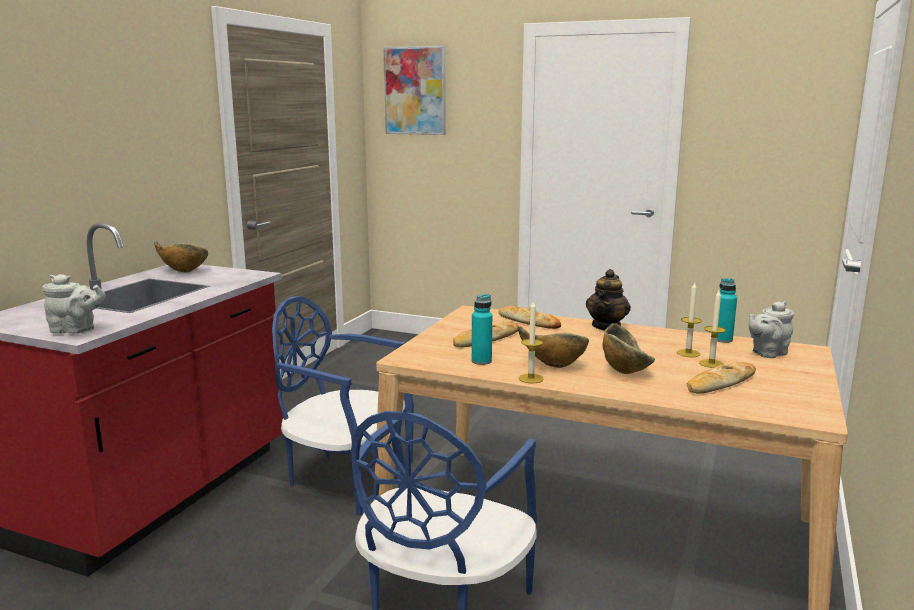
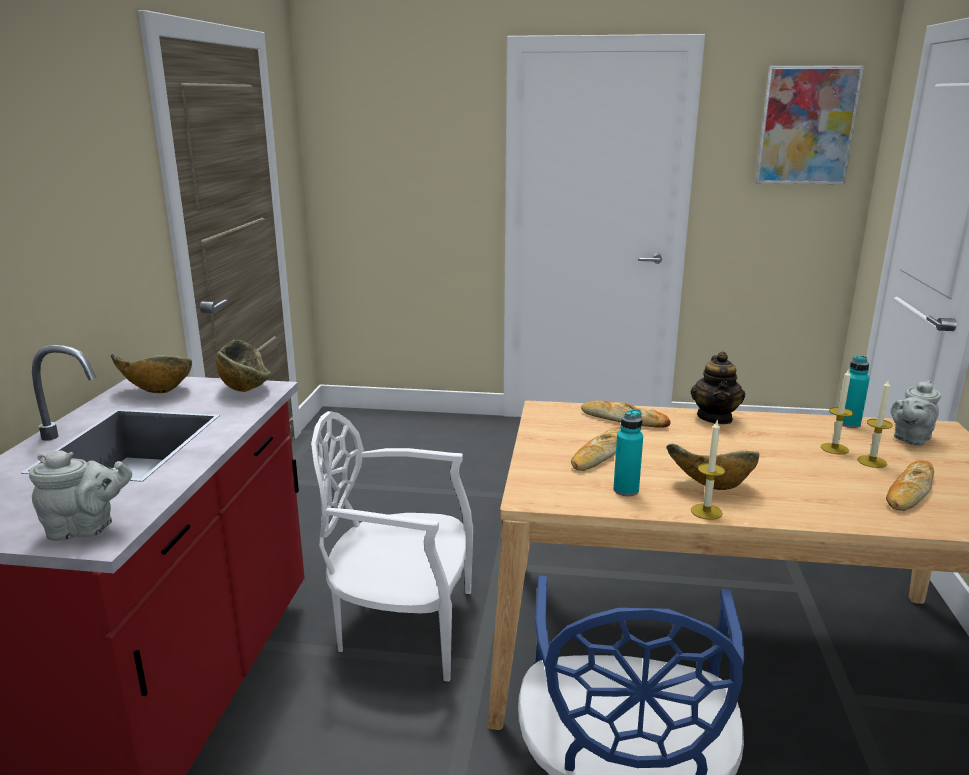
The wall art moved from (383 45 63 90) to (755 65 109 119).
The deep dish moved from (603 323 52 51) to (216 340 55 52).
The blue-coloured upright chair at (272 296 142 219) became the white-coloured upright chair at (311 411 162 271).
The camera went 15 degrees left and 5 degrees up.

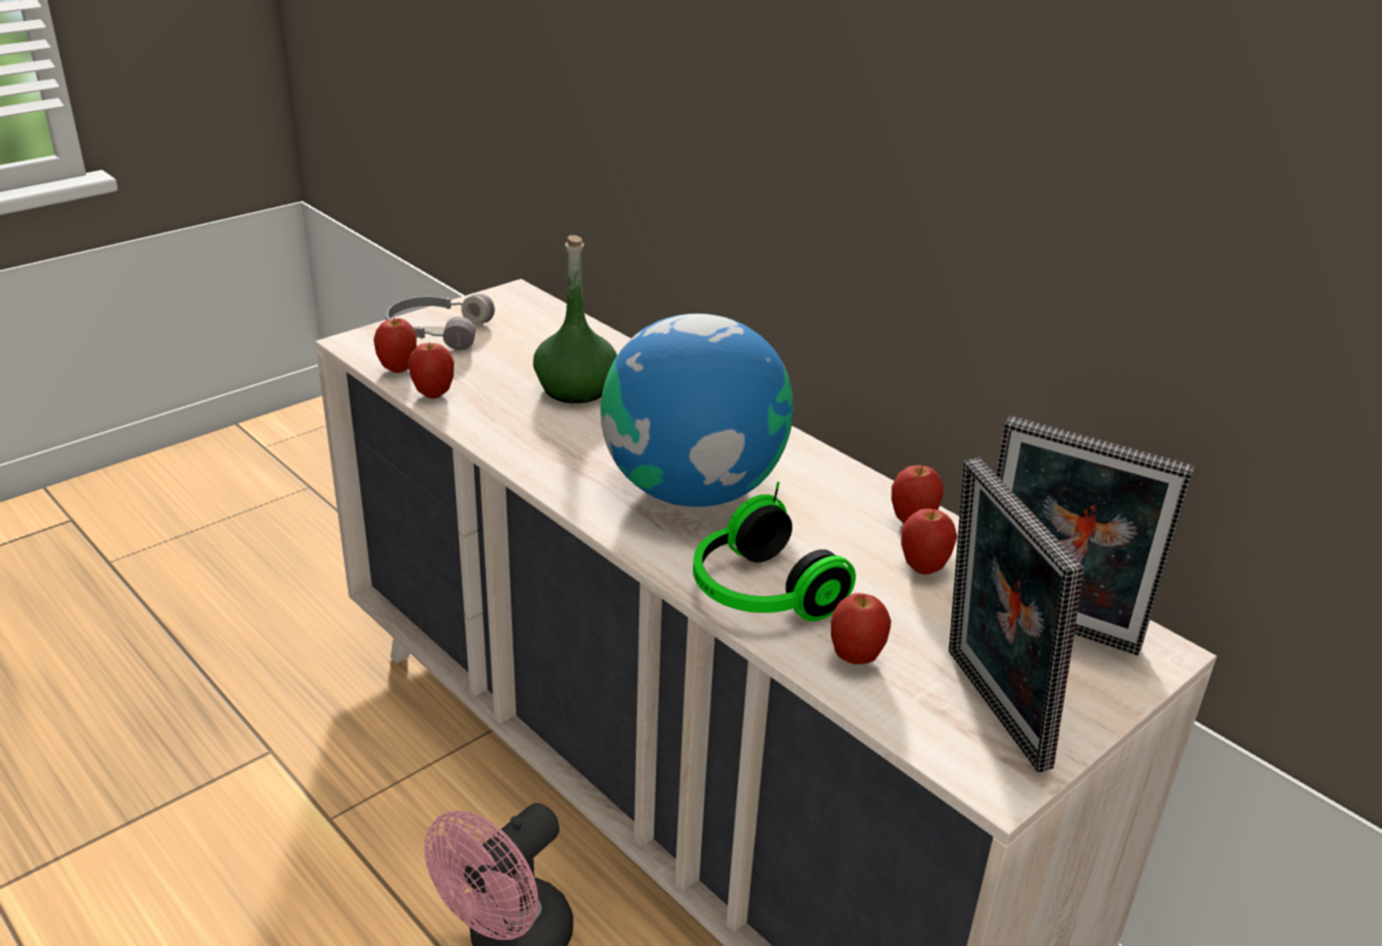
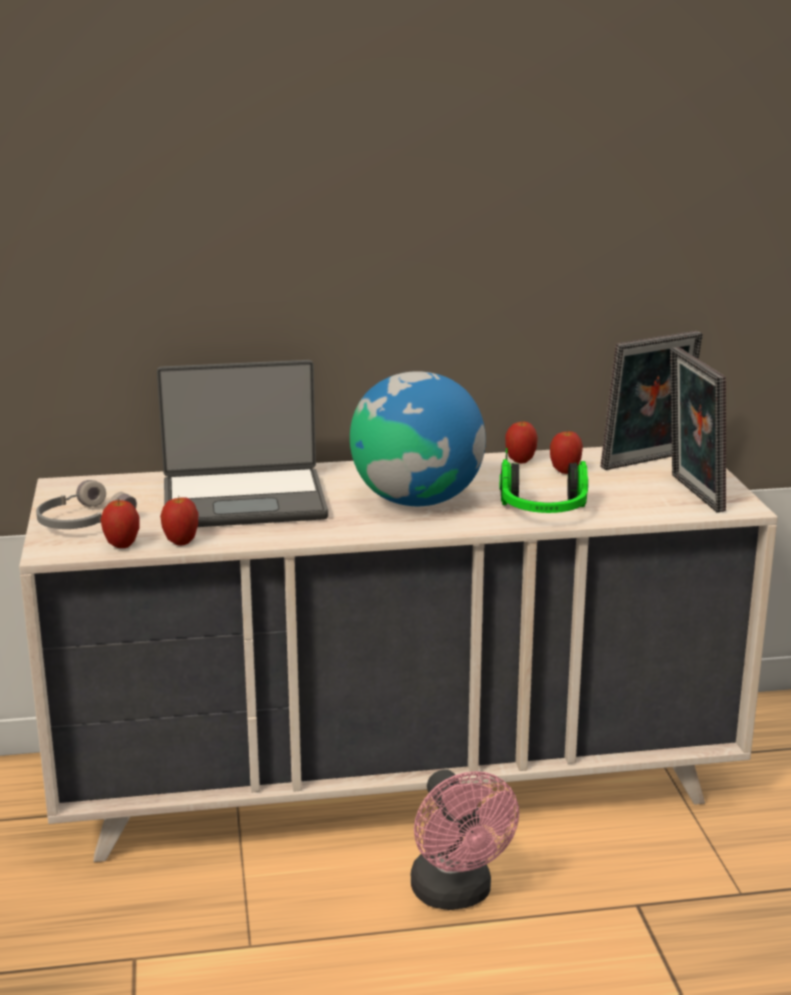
The apple at (831 593 60 71) disappeared.
The green beverage bottle at (533 235 84 168) was replaced by the laptop at (157 360 171 167).
The photo frame at (949 457 135 315) turned 60 degrees clockwise.
The camera went 55 degrees left and 10 degrees down.

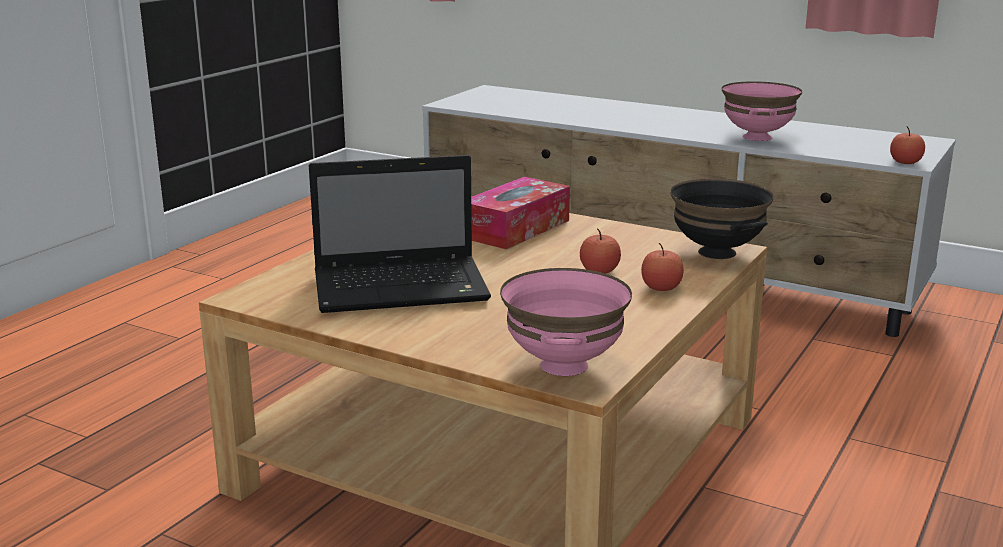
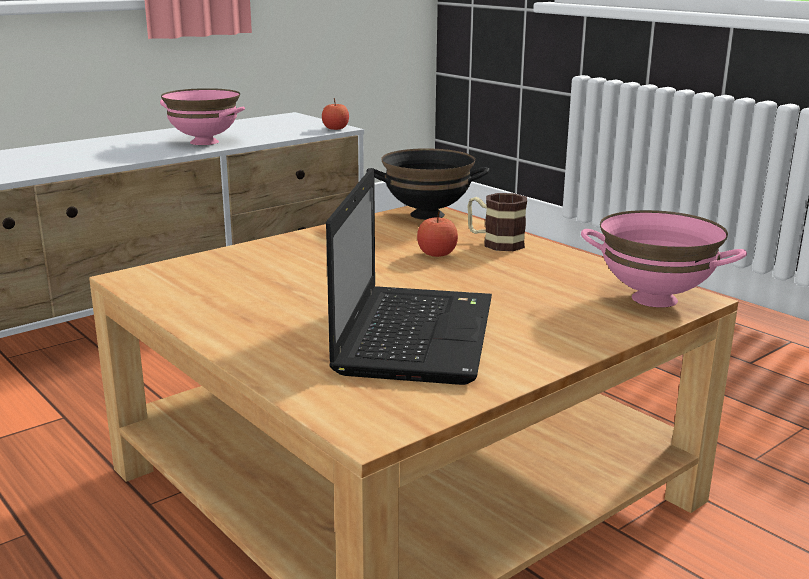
The tissue holder at (471 177 99 72) disappeared.
The apple at (641 243 43 48) was replaced by the coffee mug at (467 193 60 58).
The camera went 70 degrees left and 0 degrees up.

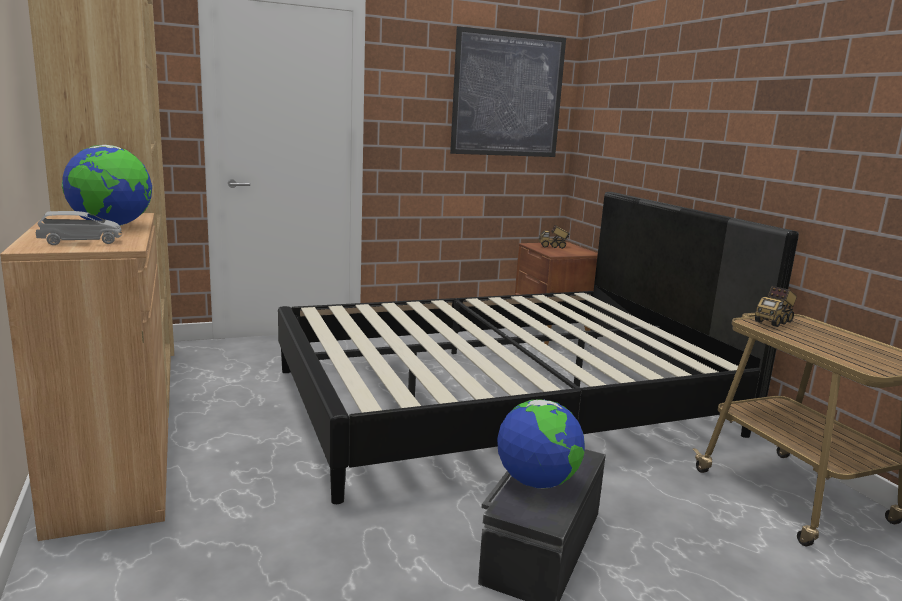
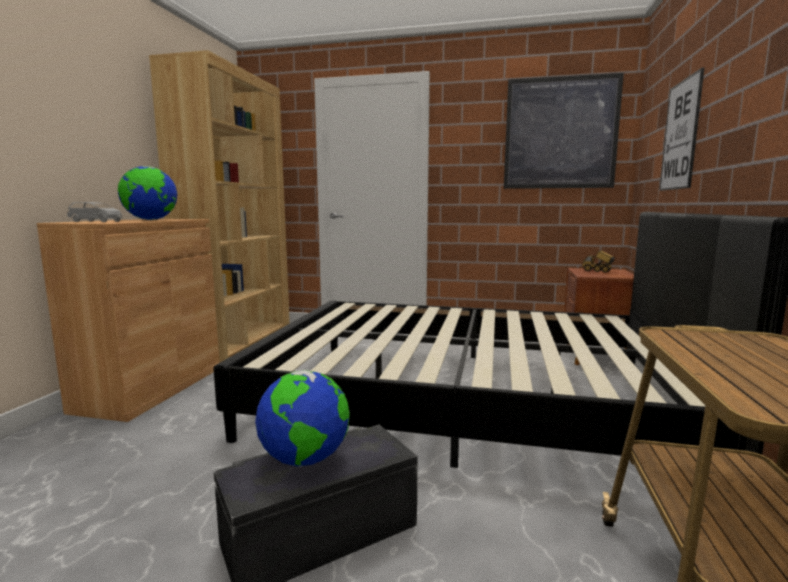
The toy truck at (755 286 42 41) disappeared.
The wall art at (659 67 46 124) appeared.
The camera went 35 degrees right and 5 degrees down.

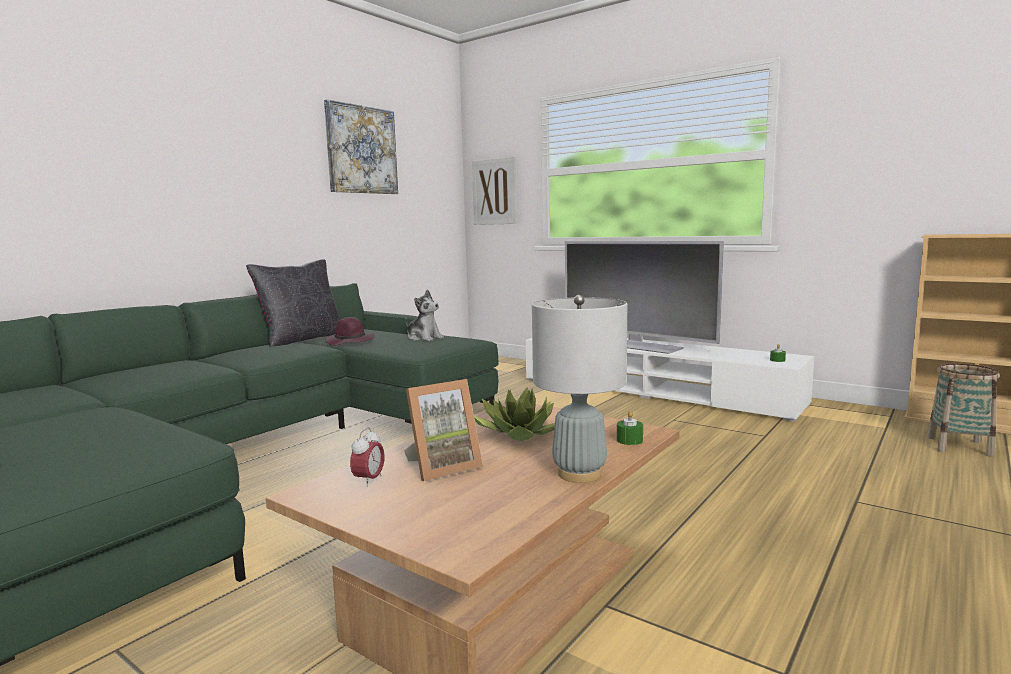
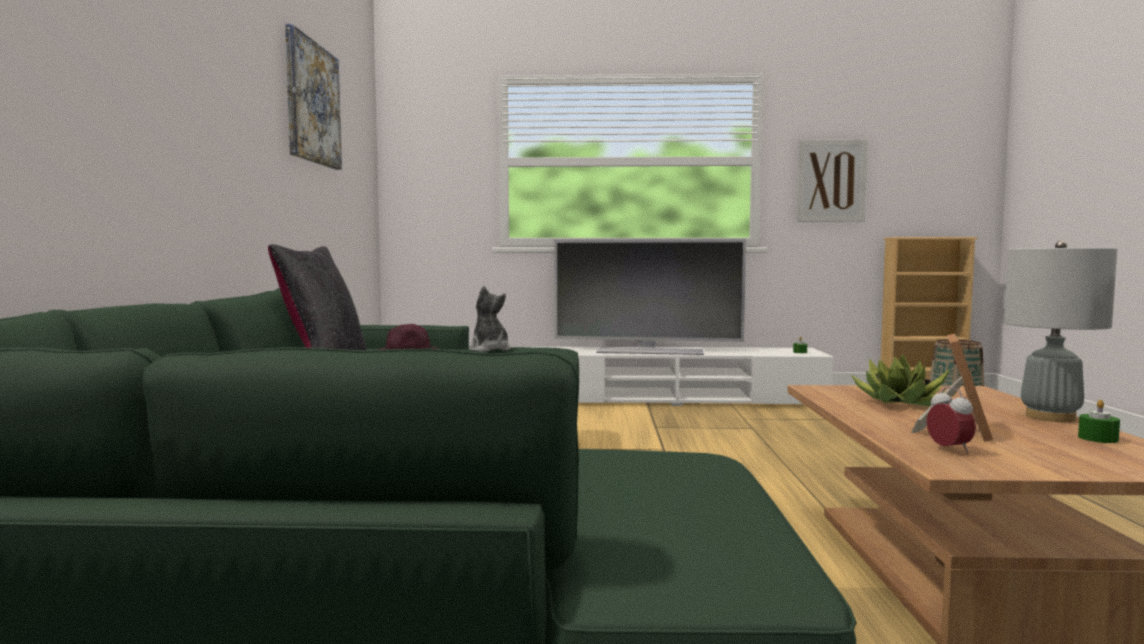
The wall art moved from (472 157 45 68) to (797 140 71 82).
The green candle moved from (617 411 26 34) to (1078 400 42 43).
The plush toy at (405 289 39 52) turned 120 degrees counterclockwise.
The camera went 35 degrees left and 5 degrees down.

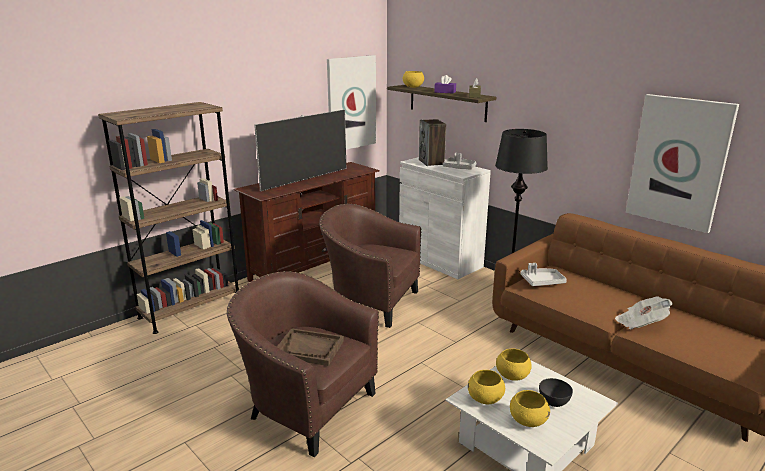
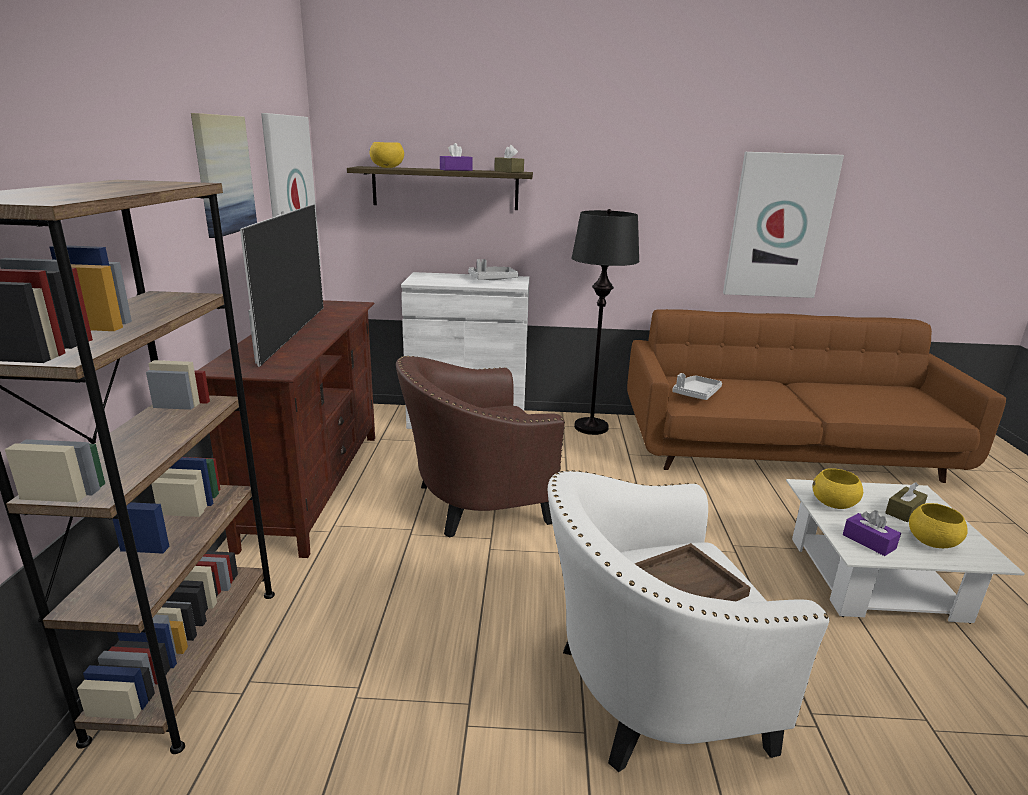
The speaker at (419 119 27 47) disappeared.
The daily paper at (615 297 58 32) disappeared.
The wall art at (191 113 66 125) appeared.
The yellow deep dish at (468 370 37 34) was replaced by the purplish tissue holder at (843 510 58 46).
The greyish deep dish at (539 378 34 29) was replaced by the brown tissue holder at (885 482 43 40).
The brown easy chair at (227 271 152 186) became the white-coloured easy chair at (548 470 282 302).
The camera went 45 degrees left and 0 degrees up.

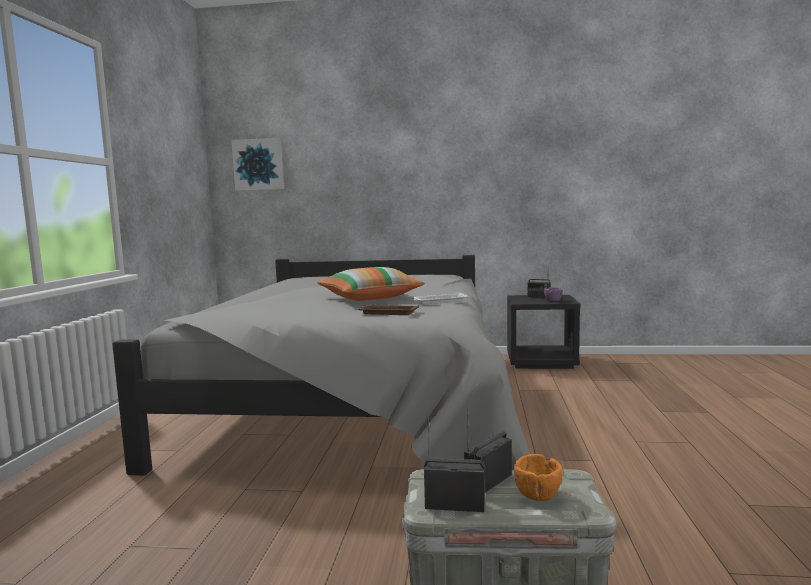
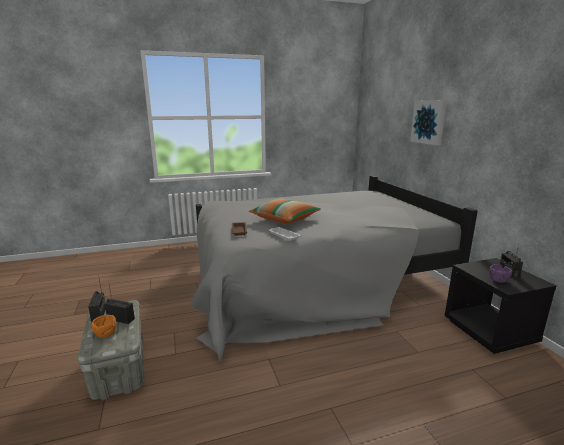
The wall art moved from (232 138 52 53) to (410 100 37 46).
The camera went 65 degrees right and 10 degrees up.

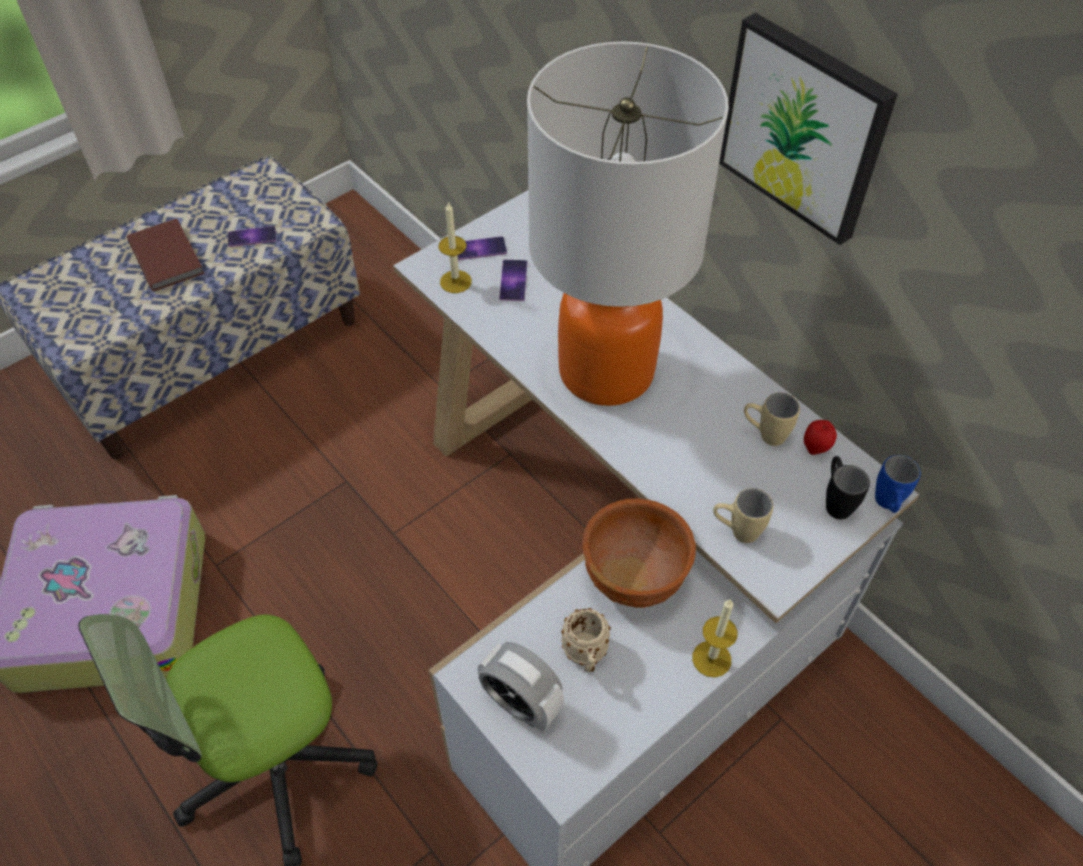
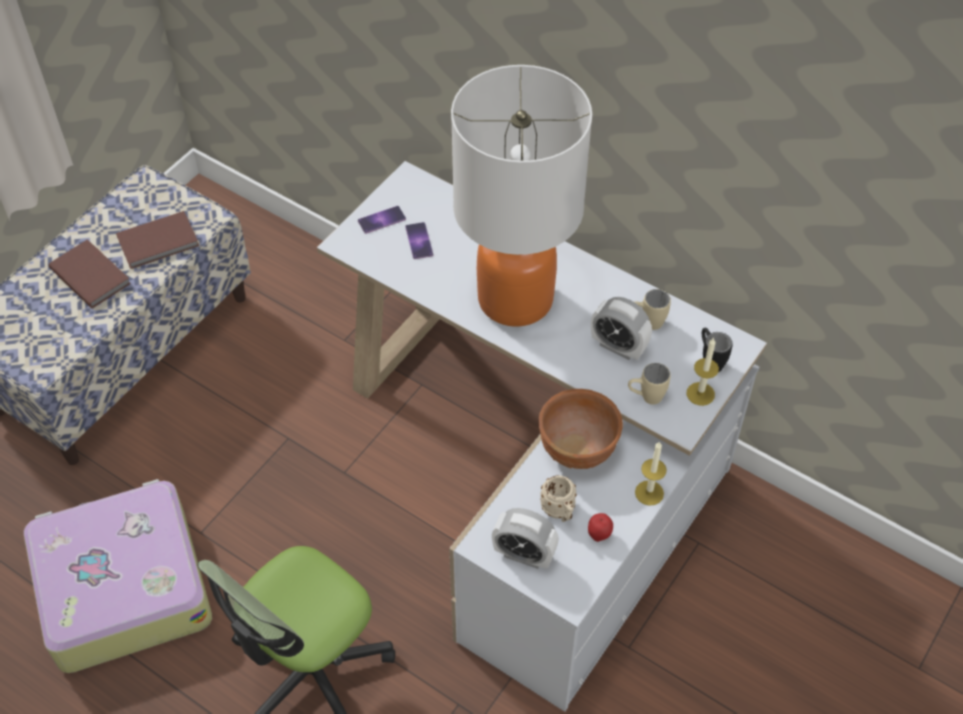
The wall art at (719 13 179 232) disappeared.
The blue-coloured coffee mug at (875 455 46 58) disappeared.
The alarm clock at (591 297 61 63) appeared.
The candle moved from (439 201 33 92) to (686 337 33 69).
The apple moved from (804 420 33 35) to (588 513 25 29).
The phone at (228 226 48 21) was replaced by the brown volume at (116 211 83 58).
The camera went 15 degrees left and 0 degrees up.

